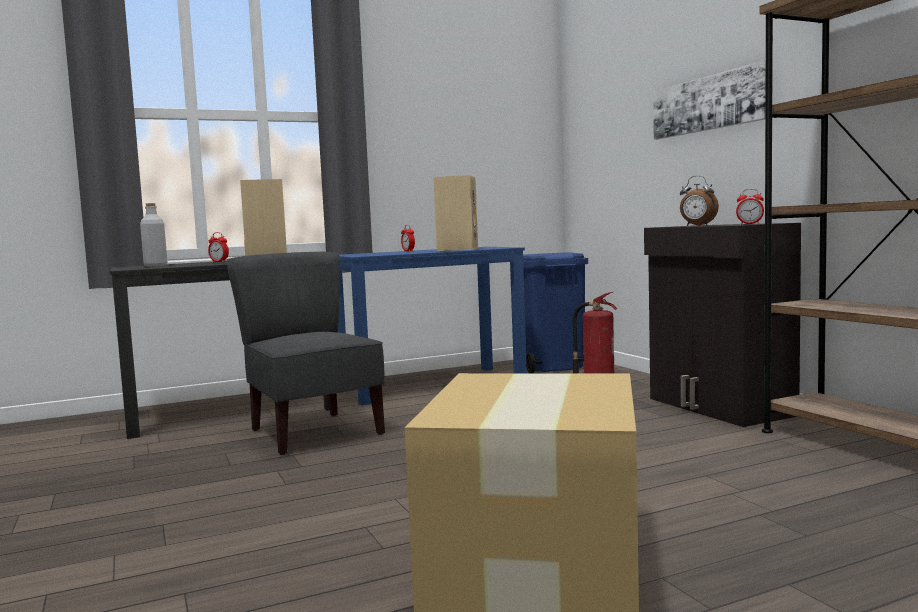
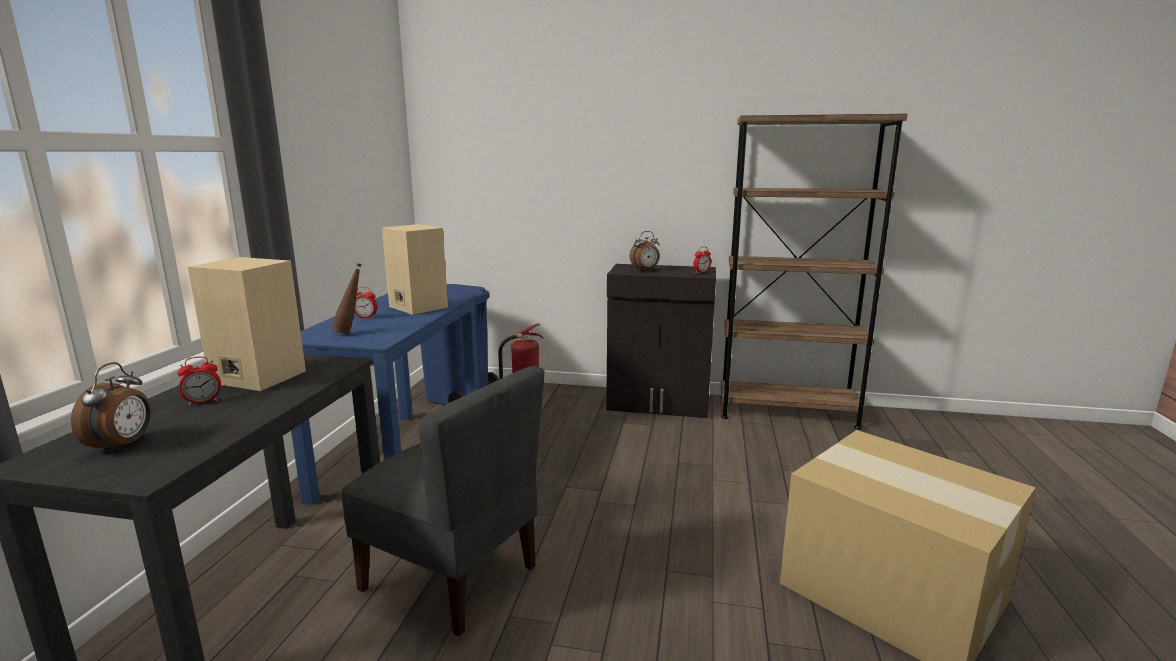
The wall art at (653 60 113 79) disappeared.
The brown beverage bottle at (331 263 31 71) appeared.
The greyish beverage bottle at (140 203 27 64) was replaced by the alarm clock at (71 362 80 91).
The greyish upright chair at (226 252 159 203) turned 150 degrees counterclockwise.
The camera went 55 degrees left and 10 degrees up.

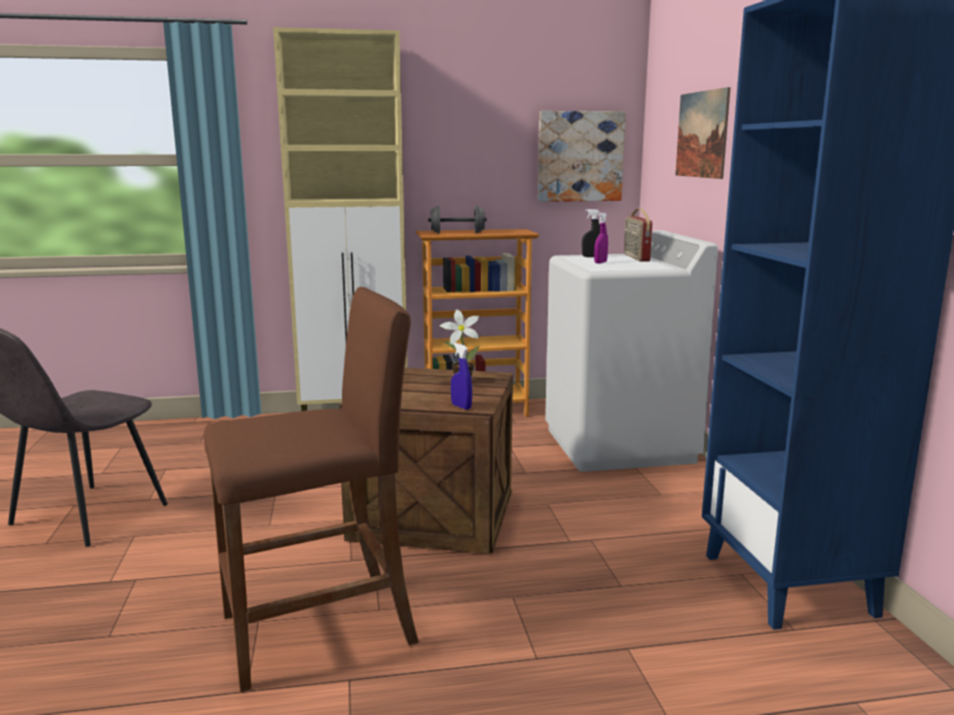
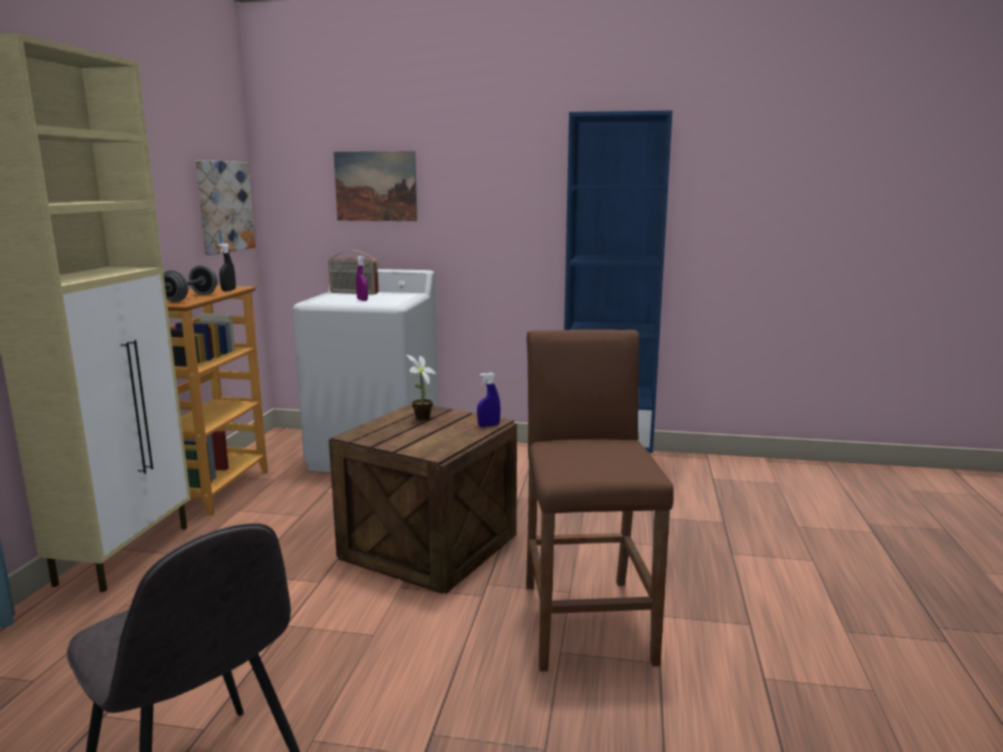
The blackish sprayer moved from (582 209 19 48) to (219 243 17 48).
The camera went 70 degrees left and 0 degrees up.

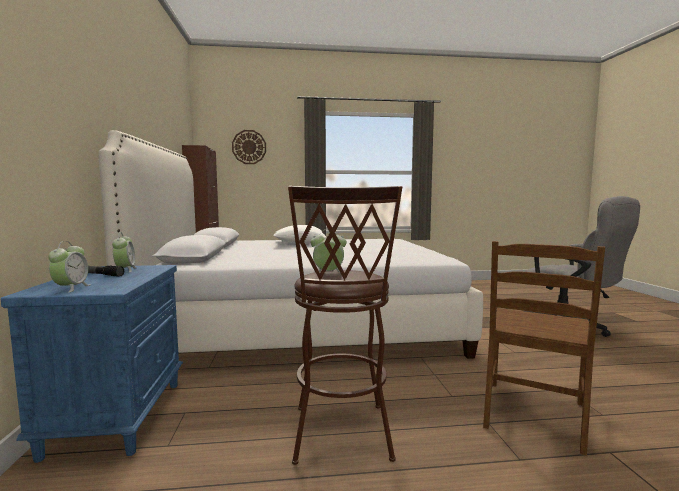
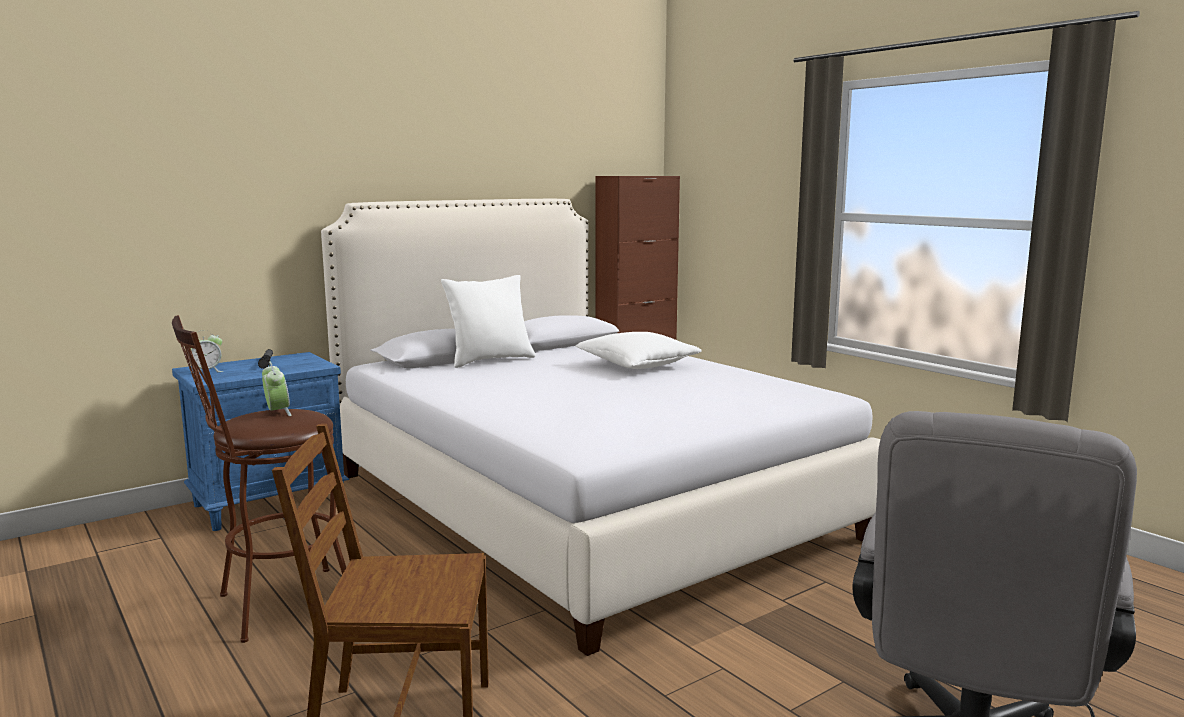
The alarm clock at (112 232 25 40) disappeared.
The hanging clock at (232 130 34 34) disappeared.
The white-coloured throw pillow at (441 275 94 93) appeared.
The camera went 60 degrees right and 5 degrees up.

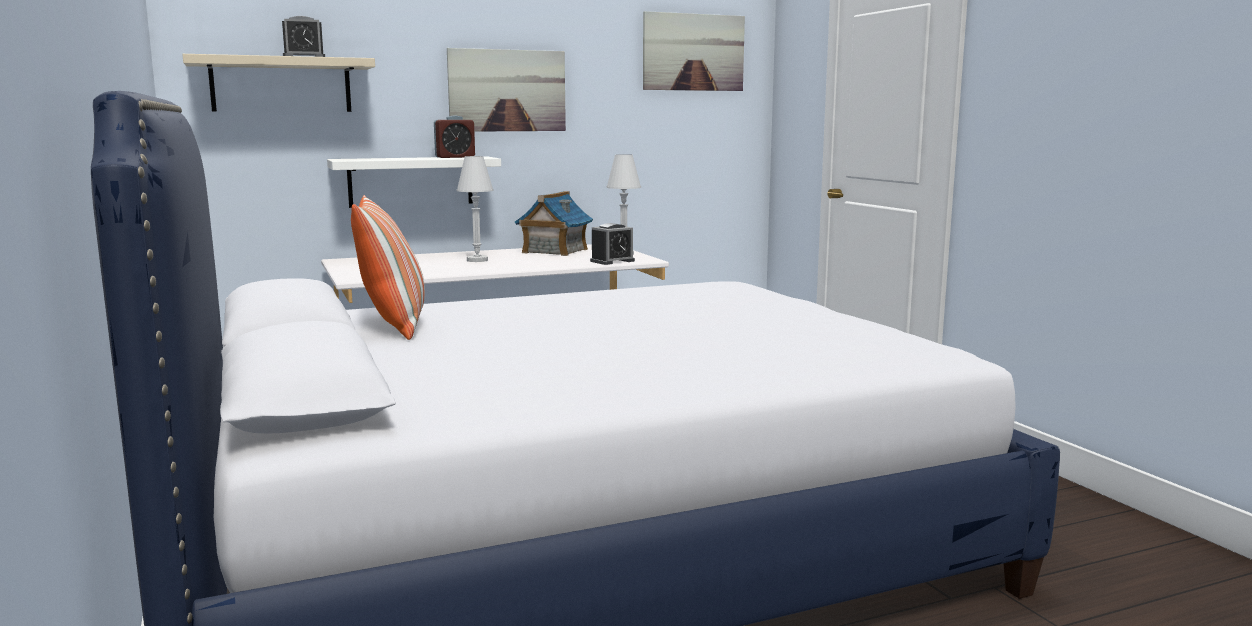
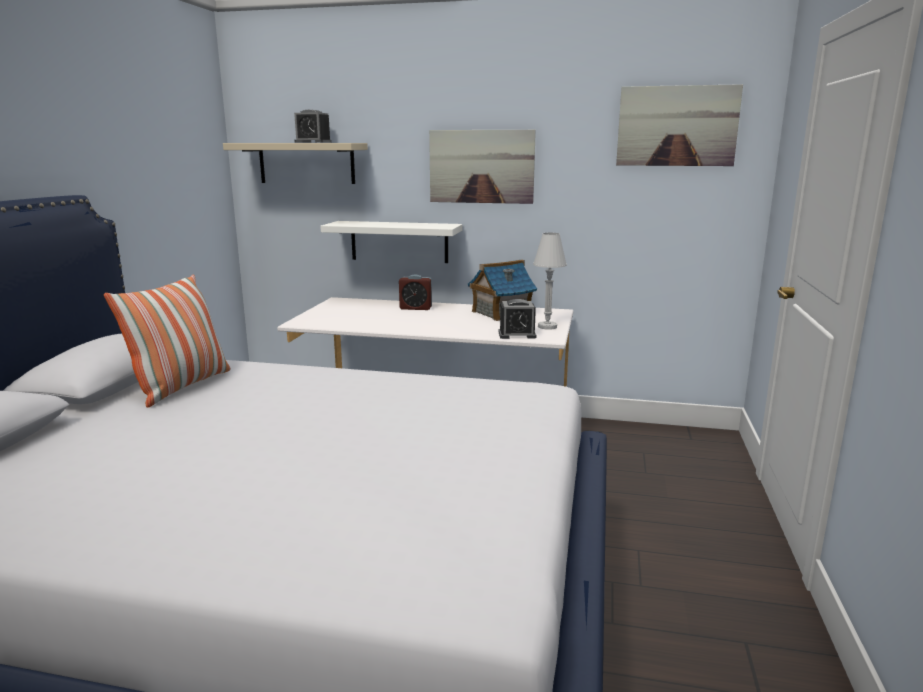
The white-coloured table lamp at (457 156 37 106) disappeared.
The alarm clock moved from (434 116 41 42) to (399 275 33 35).
The camera went 35 degrees right and 5 degrees up.

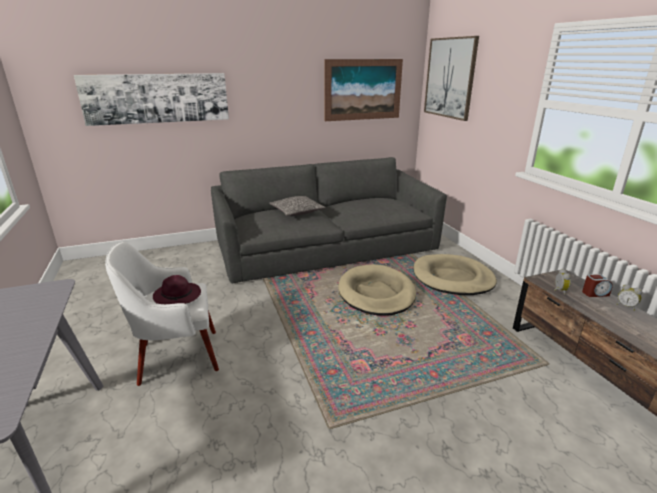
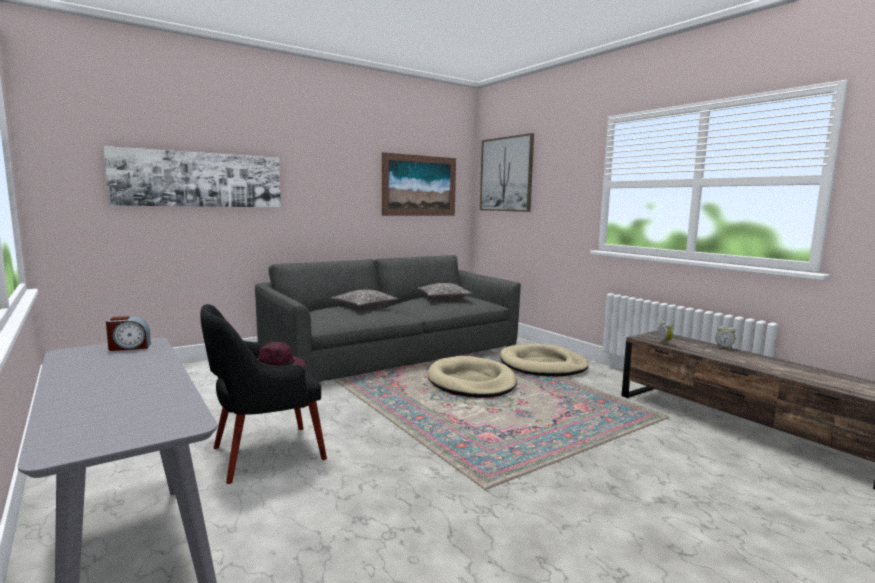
The throw pillow at (418 283 54 17) appeared.
The alarm clock moved from (582 274 31 23) to (106 316 45 35).
The white-coloured easy chair at (105 242 114 144) became the blackish easy chair at (200 304 127 180).
The camera went 15 degrees left and 15 degrees down.

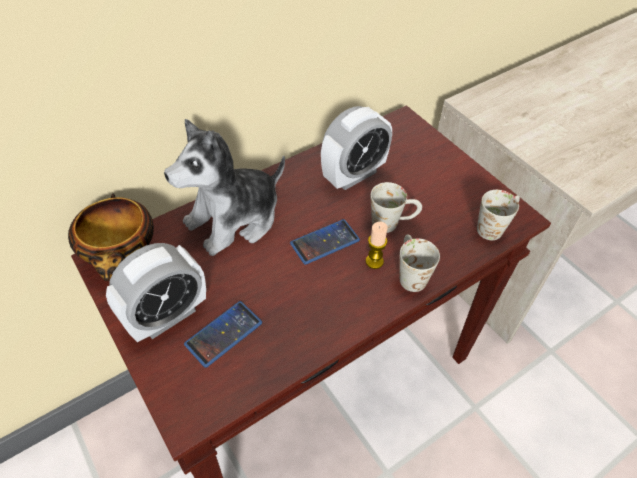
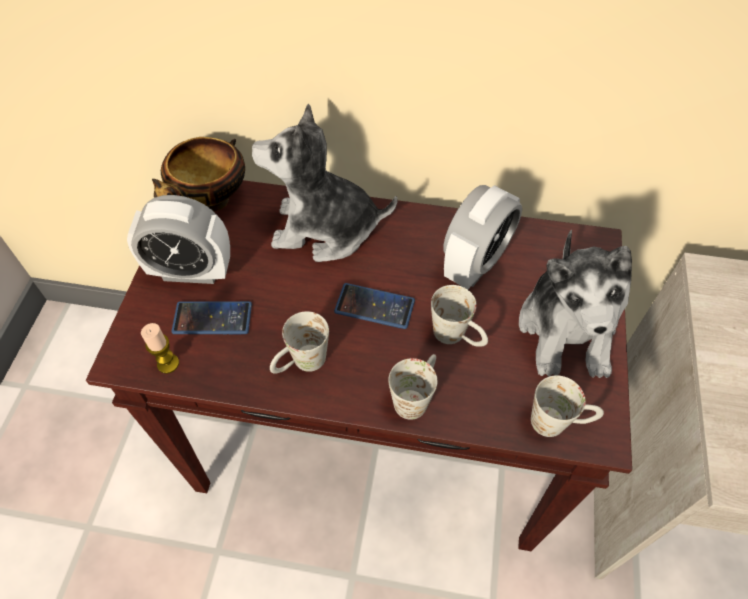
The white-coloured coffee mug at (270 311 59 63) appeared.
The plush toy at (519 230 113 148) appeared.
The candle moved from (366 222 22 47) to (141 323 38 51).
The alarm clock at (321 106 71 84) turned 60 degrees counterclockwise.
The camera went 45 degrees right and 5 degrees up.

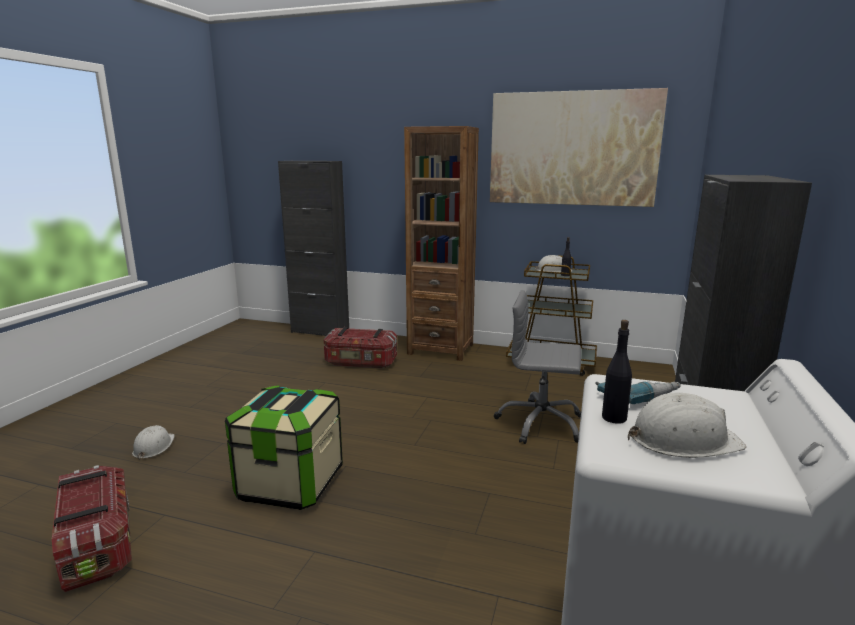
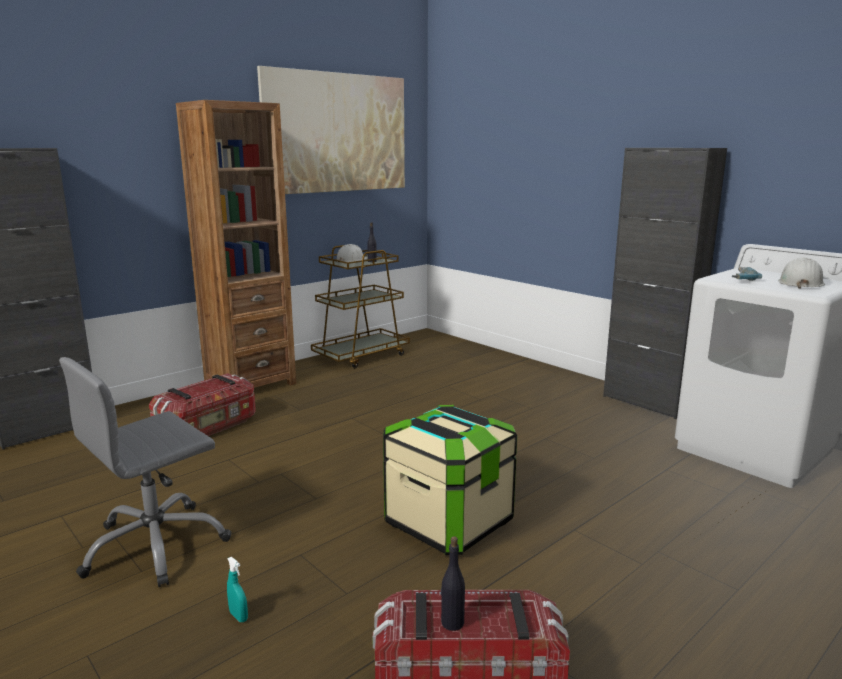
The greyish computer chair moved from (494 290 87 154) to (59 357 173 230).
The blackish beverage bottle moved from (602 320 30 104) to (441 536 24 95).
The white-coloured work helmet at (132 425 43 35) was replaced by the blue-green sprayer at (227 556 21 66).
The camera went 60 degrees left and 0 degrees up.

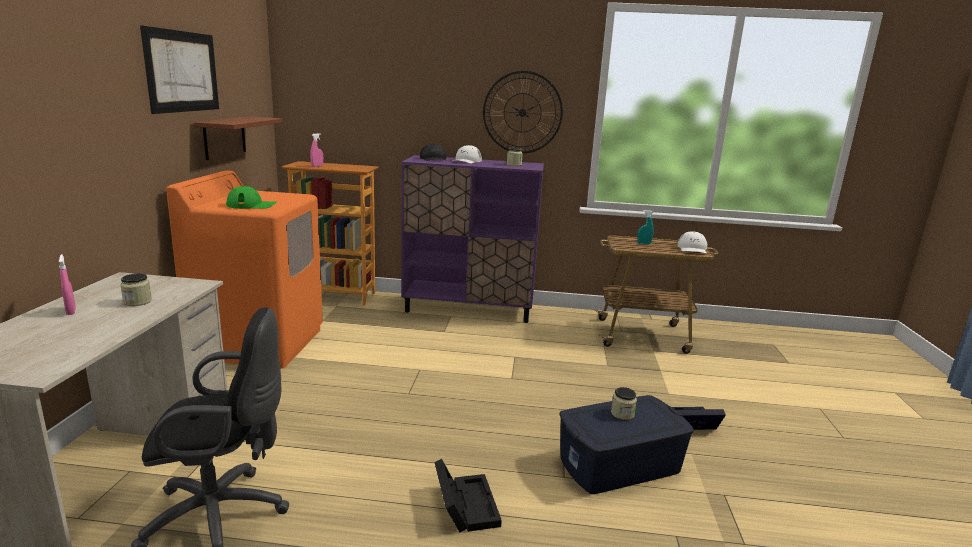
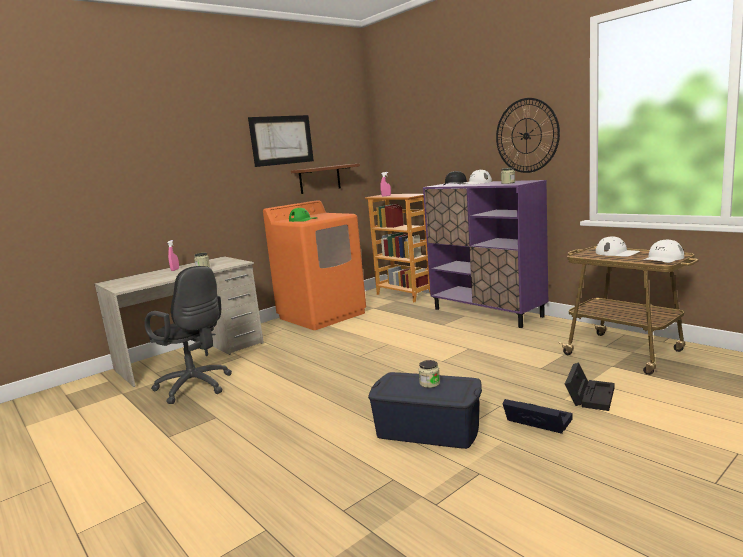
The blackish storage box moved from (434 459 68 73) to (565 362 49 49).
The blue-green sprayer at (637 210 17 34) was replaced by the white-coloured baseball cap at (596 236 44 21).
The camera went 45 degrees right and 5 degrees down.

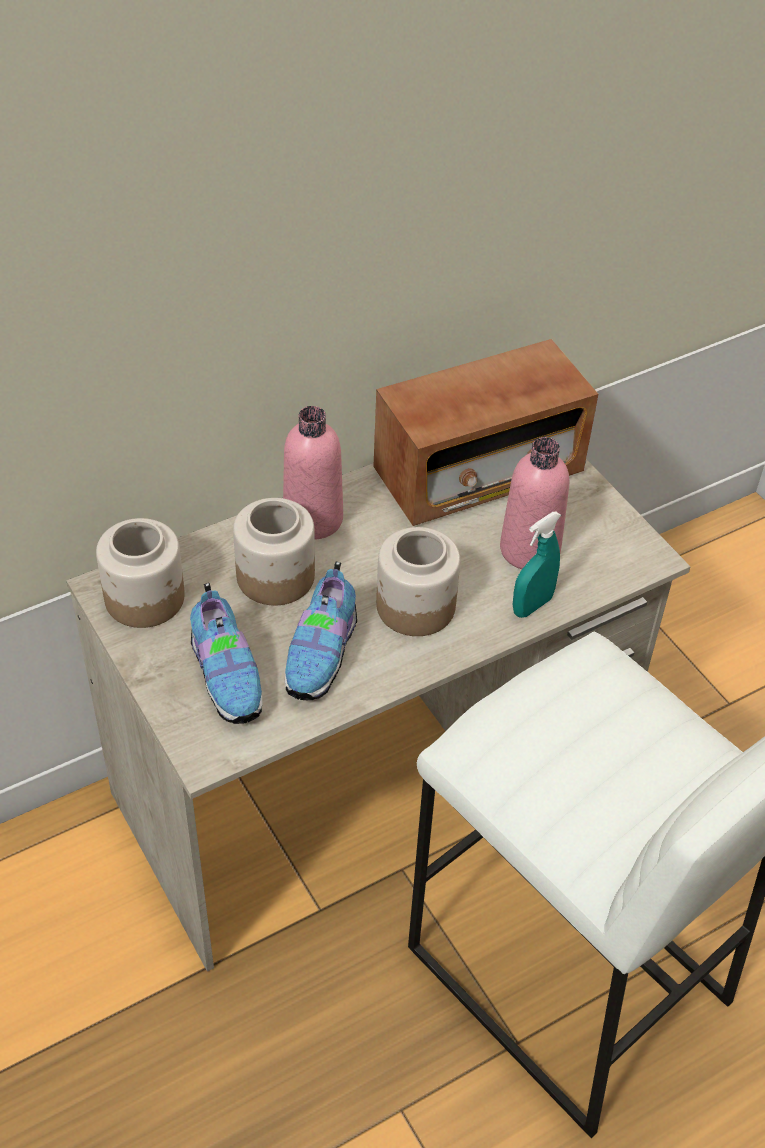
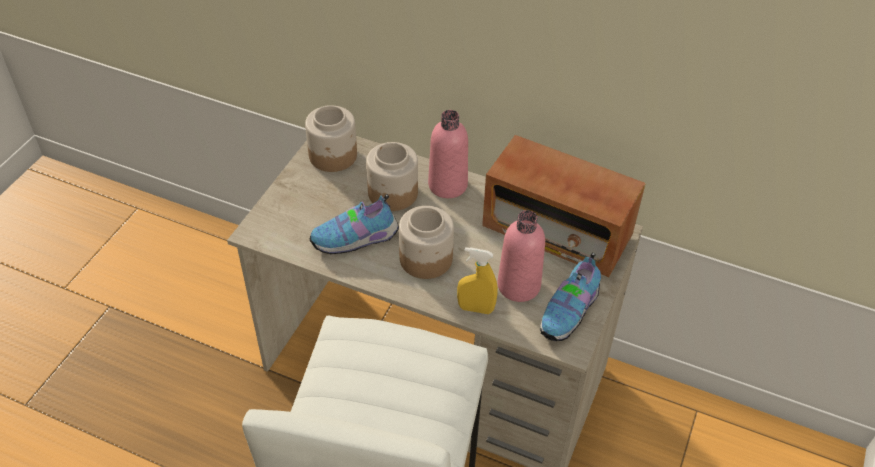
The shoe moved from (190 583 73 141) to (540 253 61 88).
The blue-green sprayer at (513 512 48 106) became the yellow sprayer at (457 247 41 67).
The camera went 55 degrees right and 0 degrees up.

